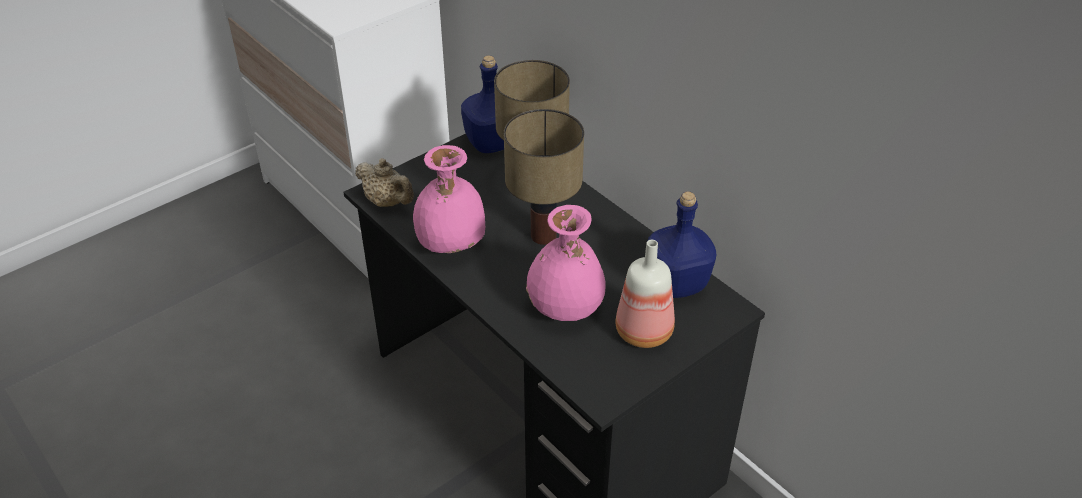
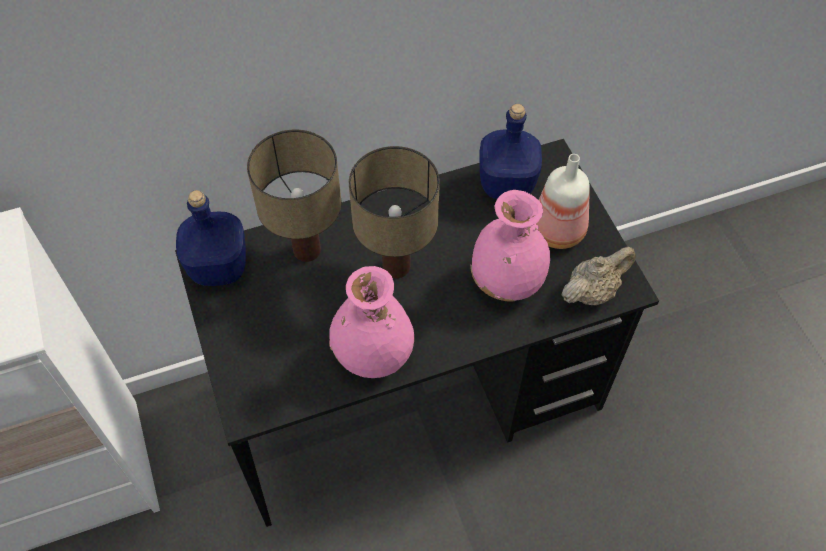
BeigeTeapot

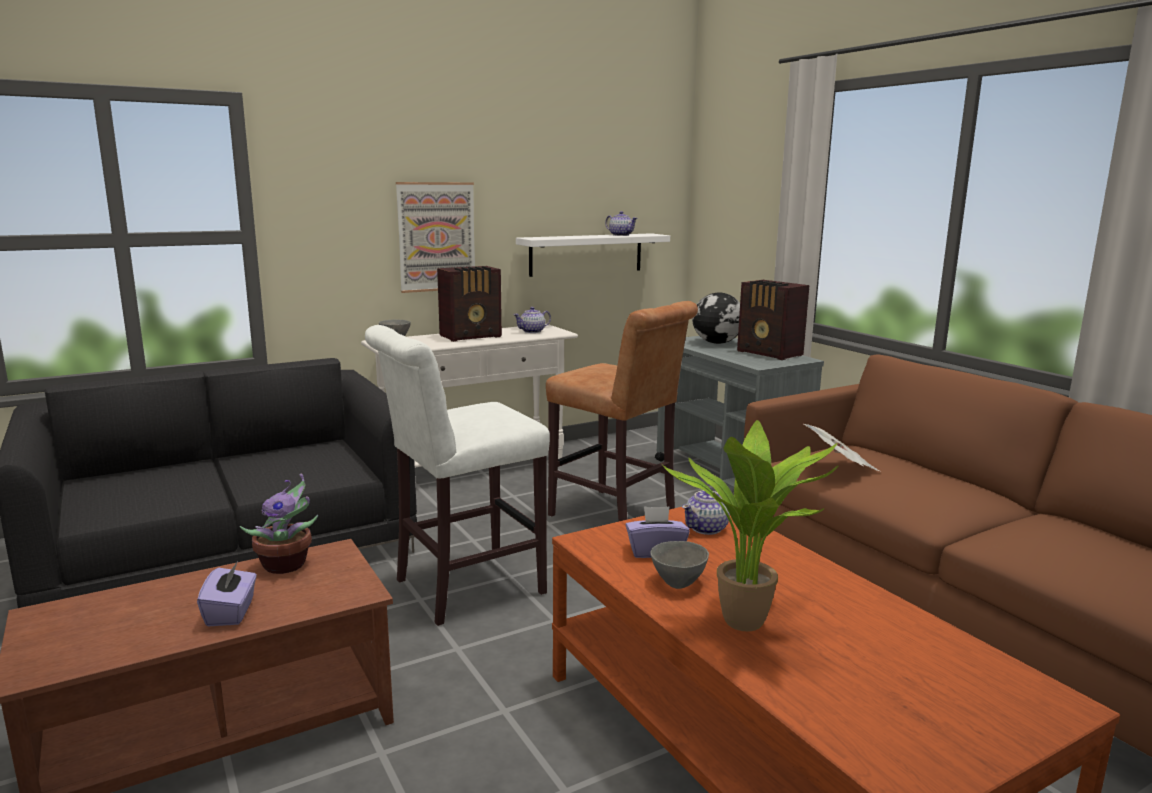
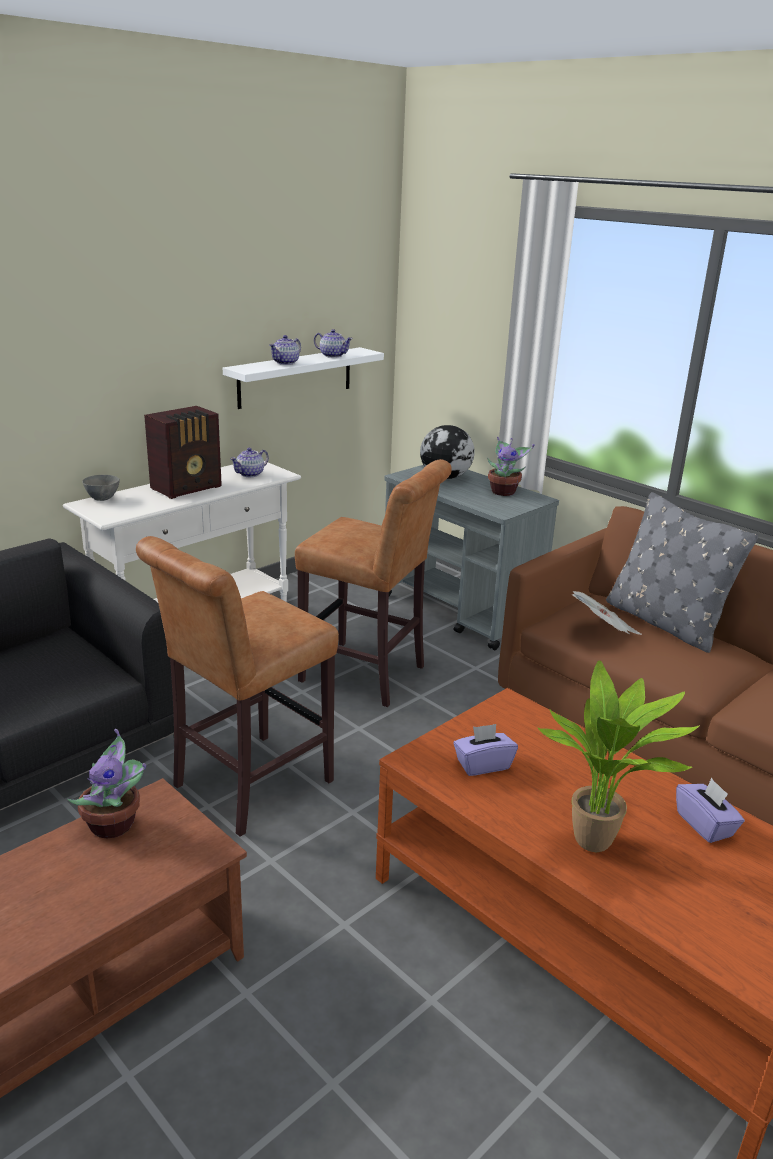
BrownStool (no. 1 from left)
Teapot (no. 2 from left)
PottedPlant (no. 2 from left)
GreyPillow
PurpleTissueBox (no. 2 from left)
Picture
GreyBowl (no. 2 from left in the first image)

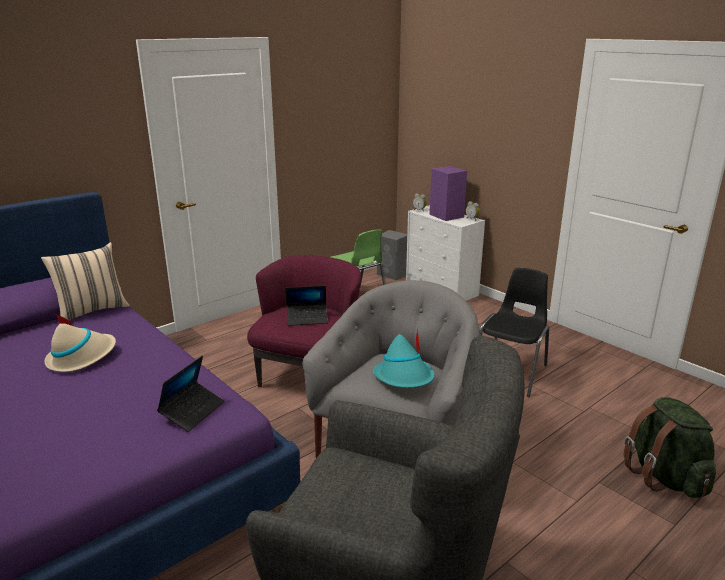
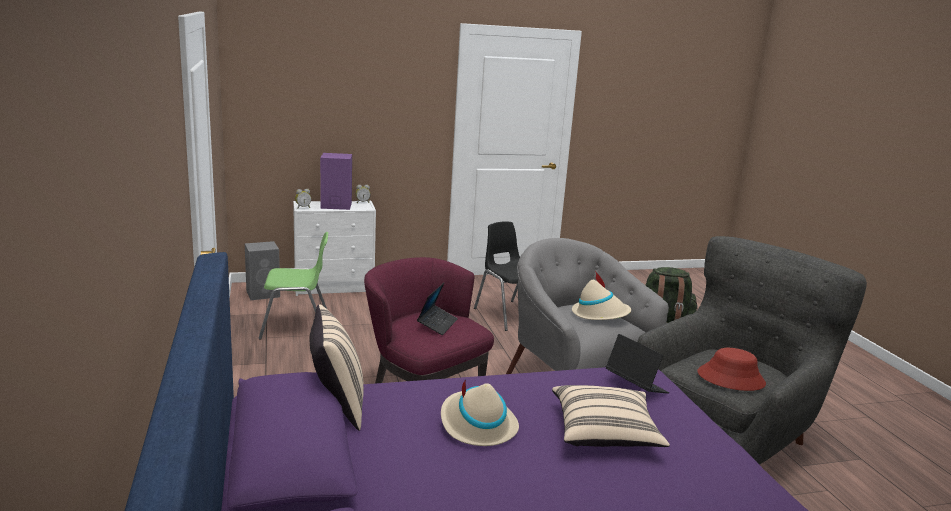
BeigePillow (no. 2 from left)
BeigeHat (no. 2 from left)
RedHat

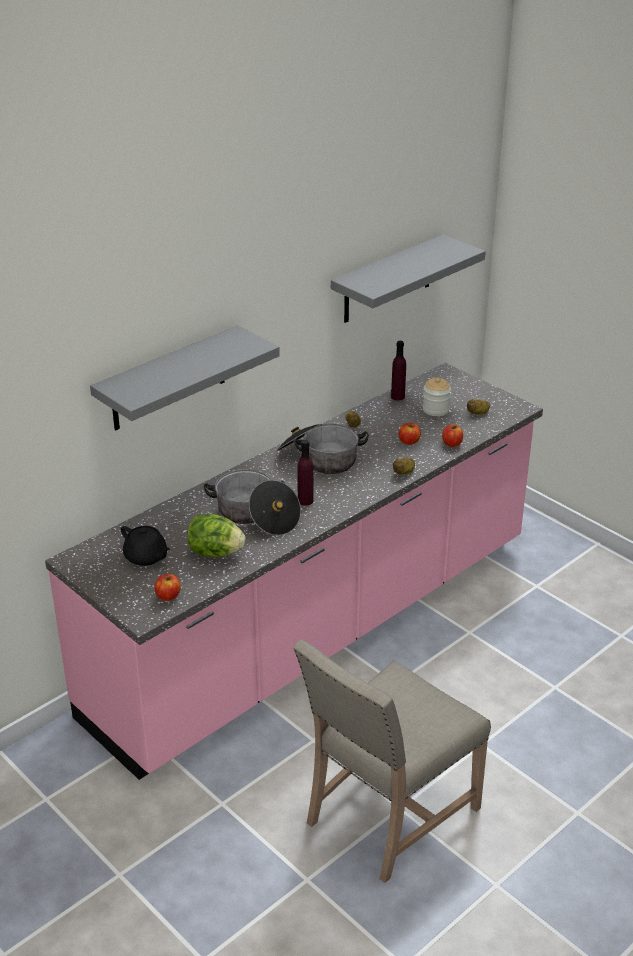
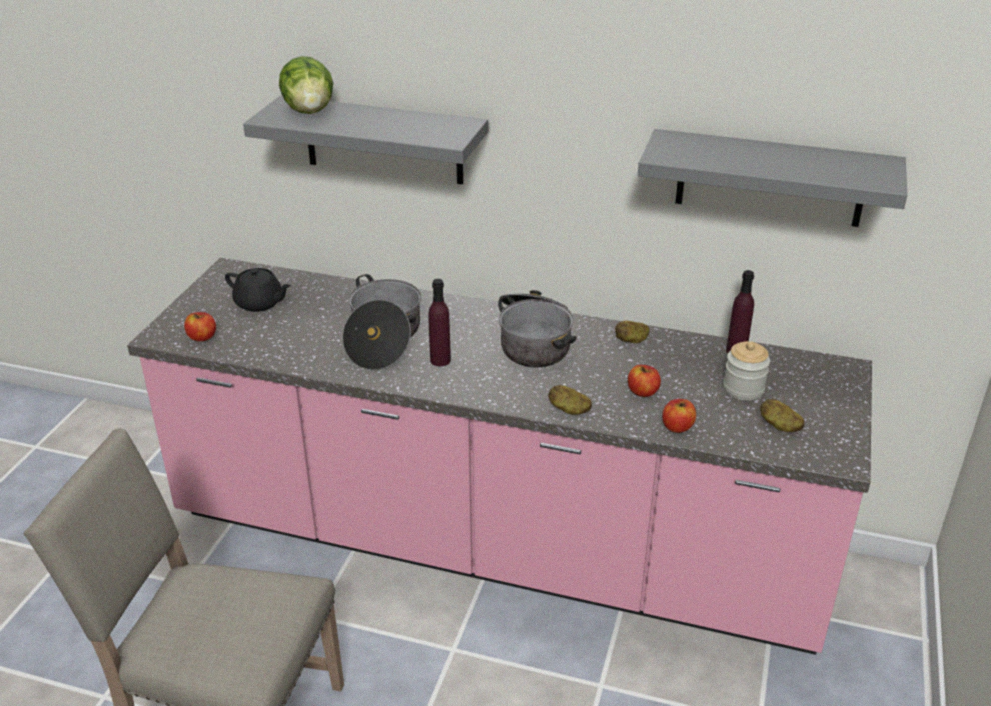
BlackTeapot
Lettuce

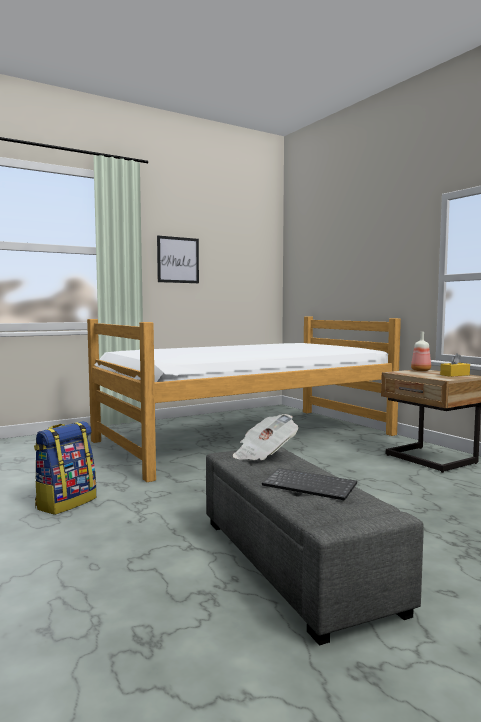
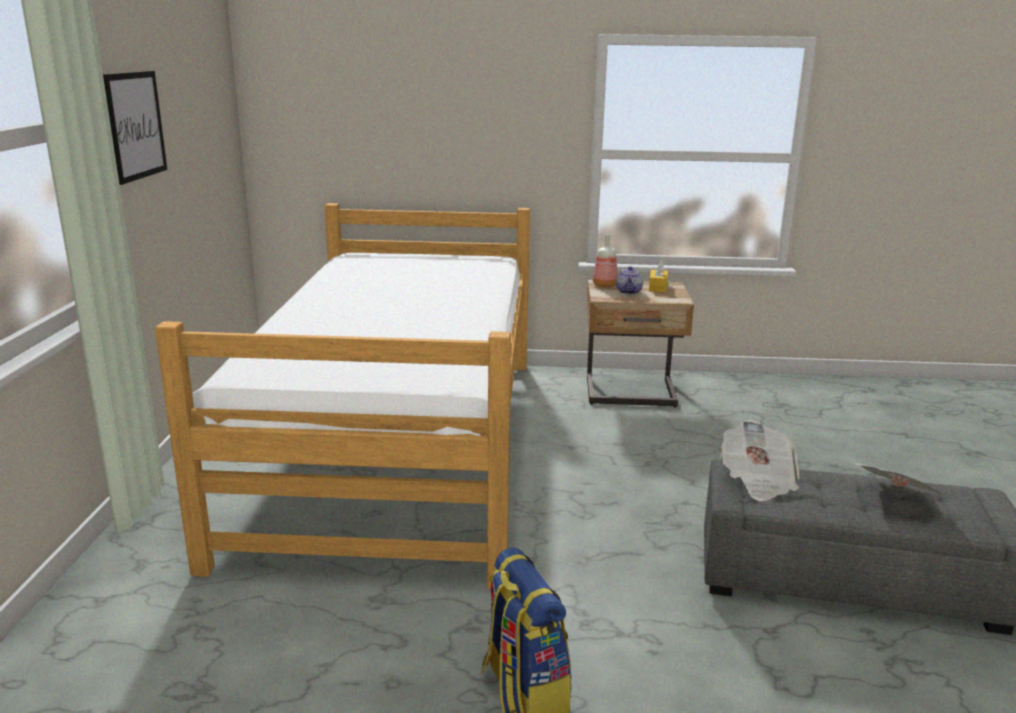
Teapot
Newspaper (no. 2 from left)

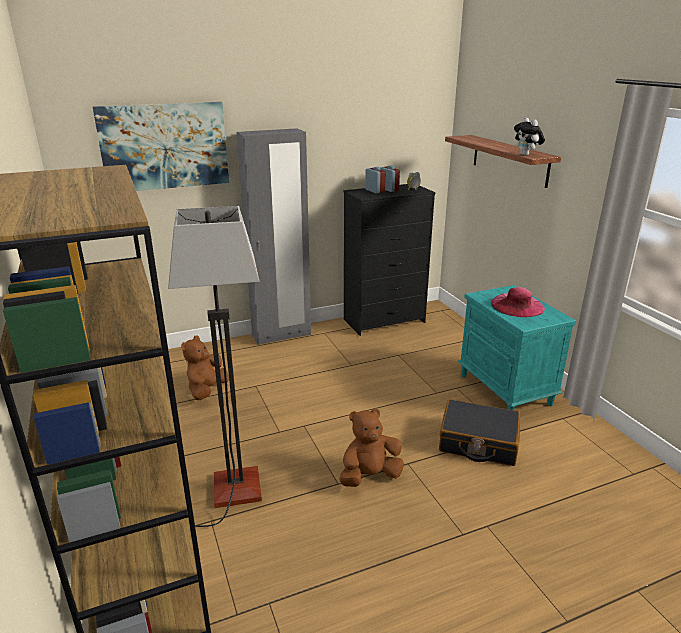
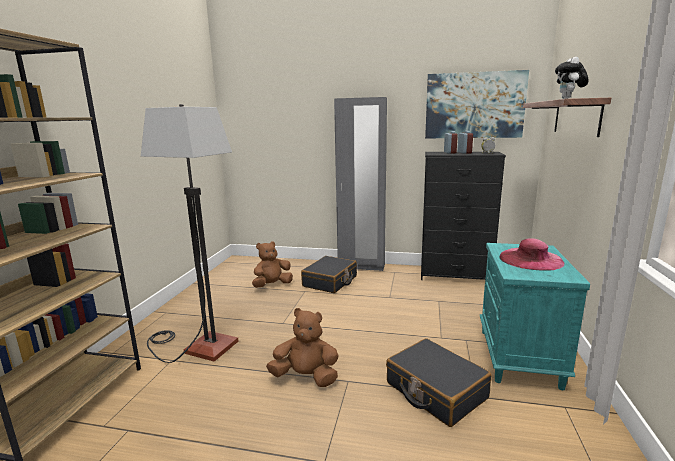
BlackSuitcase (no. 1 from left)
Picture

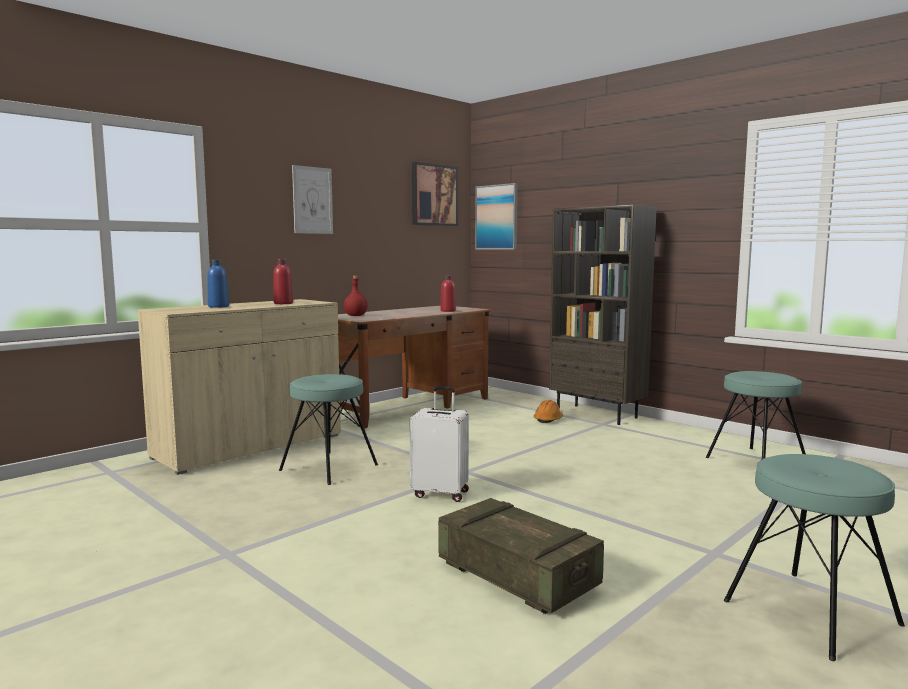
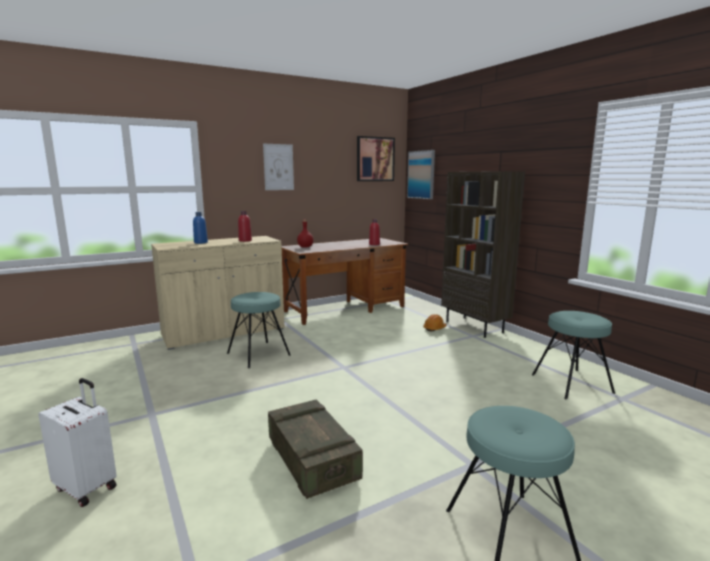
WhiteSuitcase

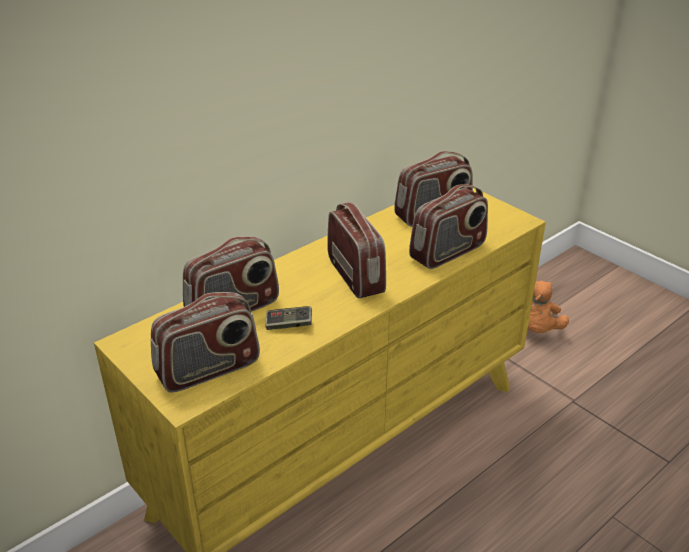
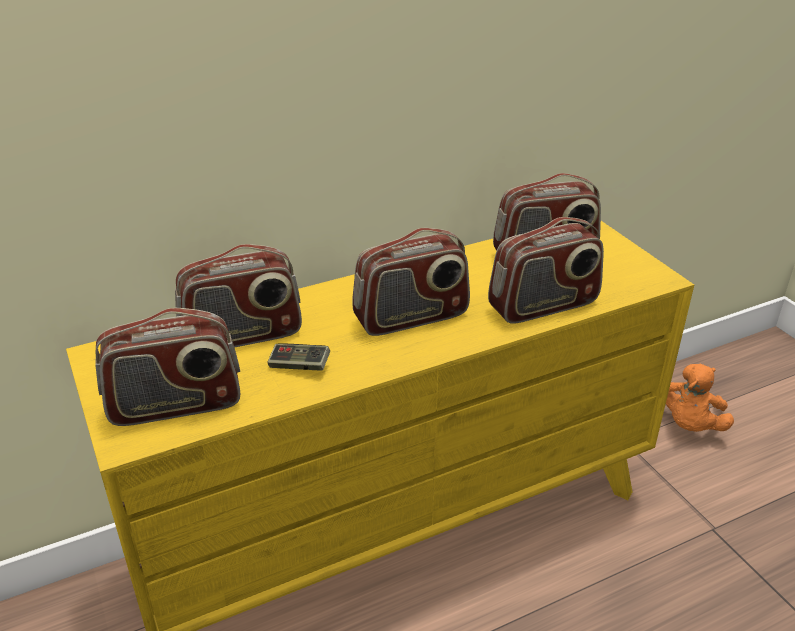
Radio (no. 3 from left)

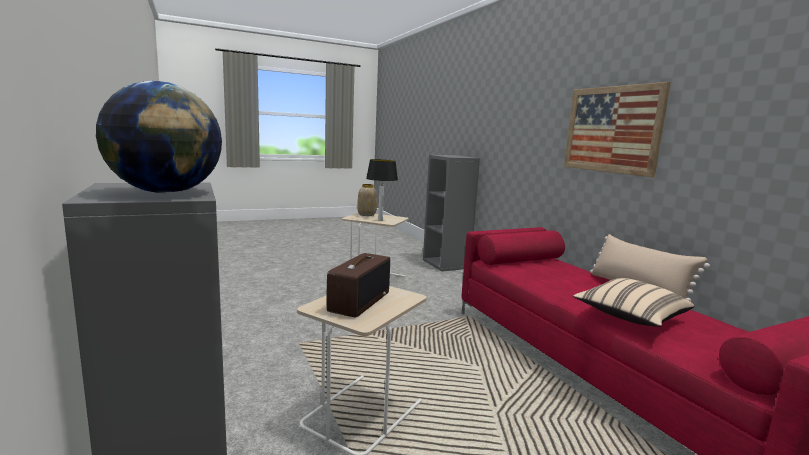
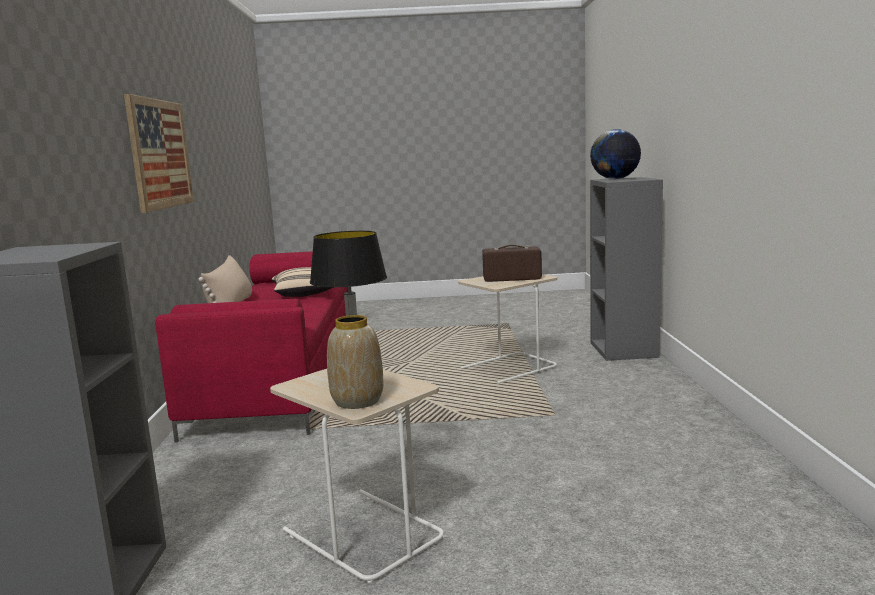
Radio

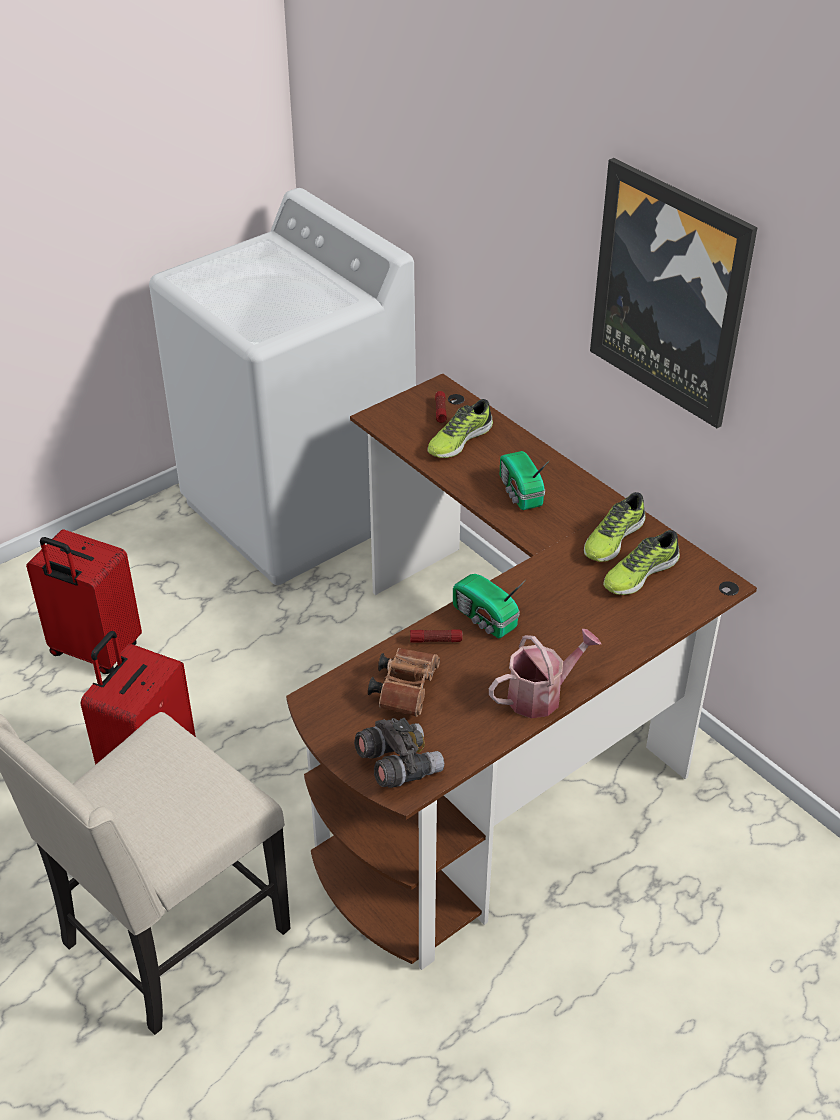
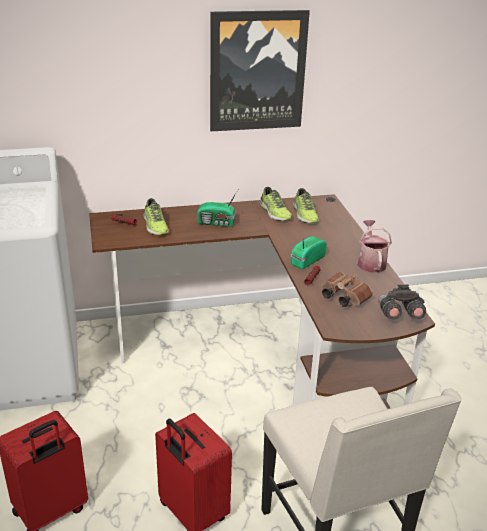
Radio (no. 2 from left)

